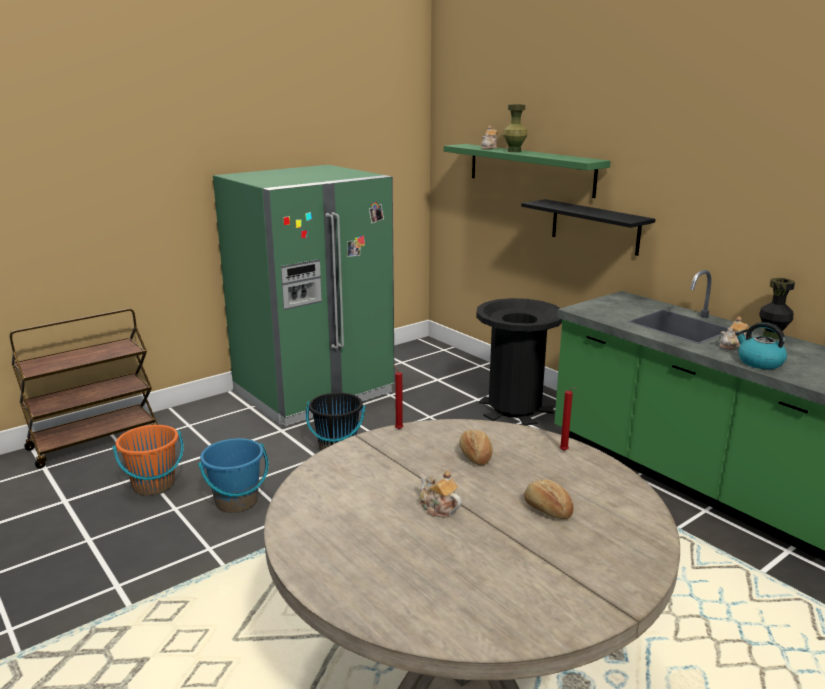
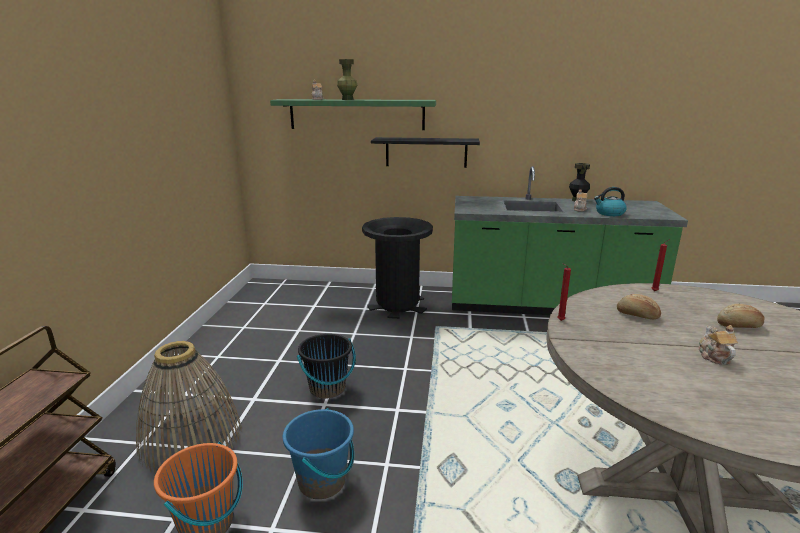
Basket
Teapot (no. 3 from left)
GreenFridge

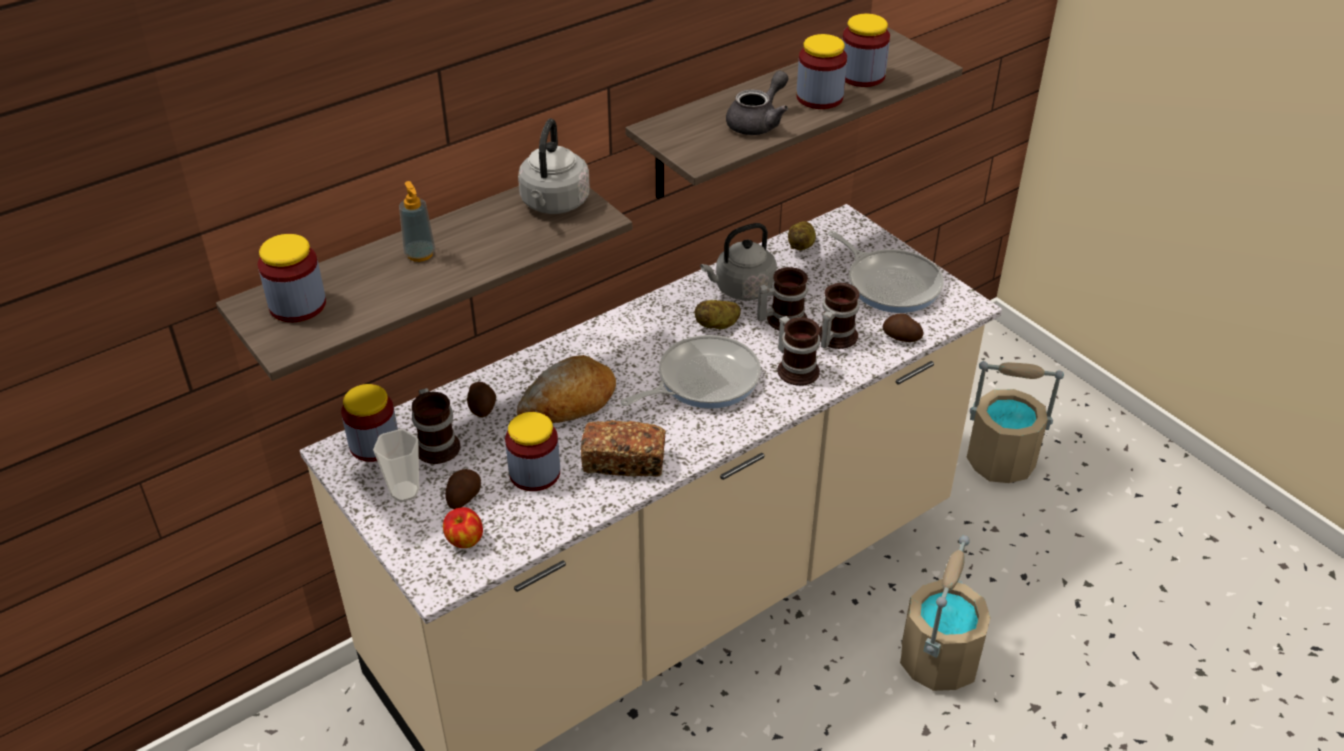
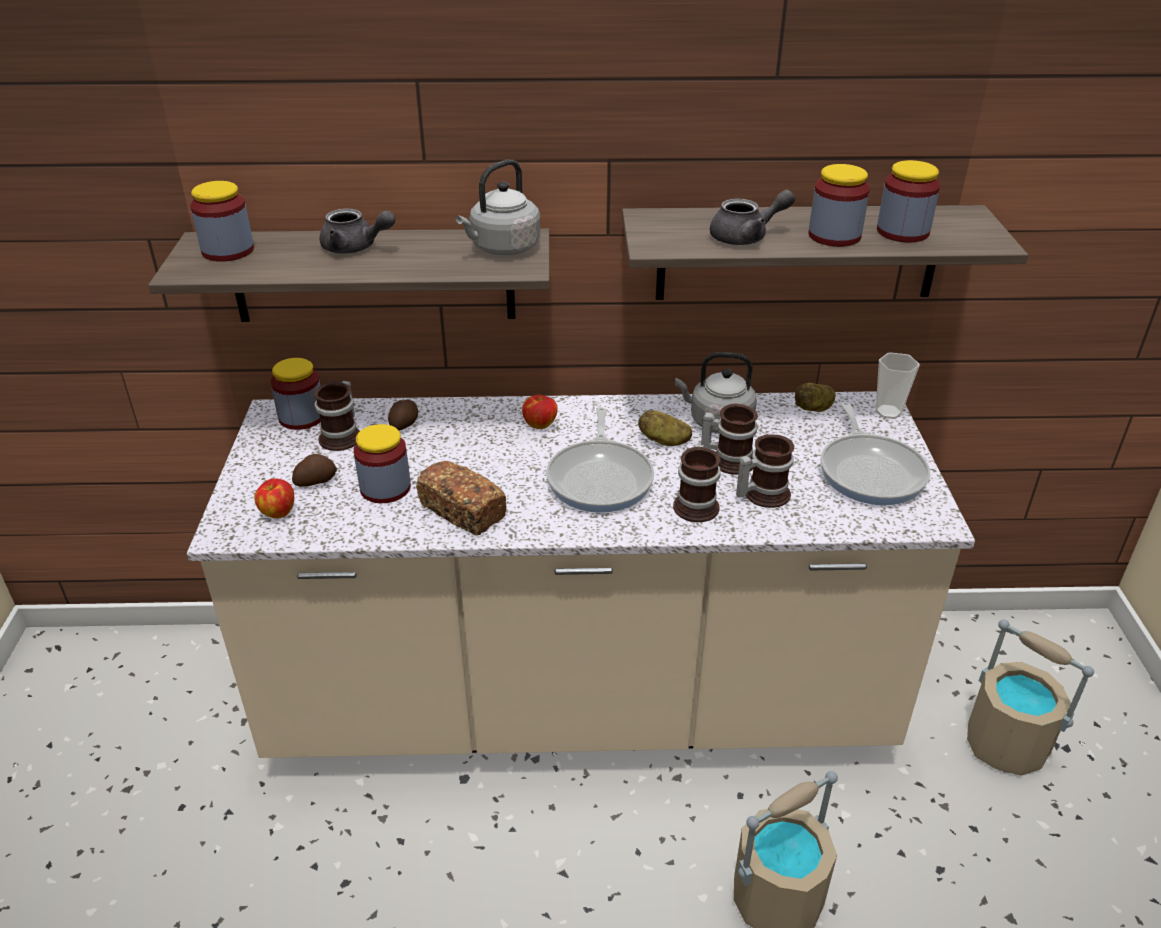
GreyTeapot (no. 1 from left)
Apple (no. 2 from left)
FryingPan (no. 1 from left)
Cup
Bread (no. 1 from left in the first image)
Potato (no. 5 from left in the first image)

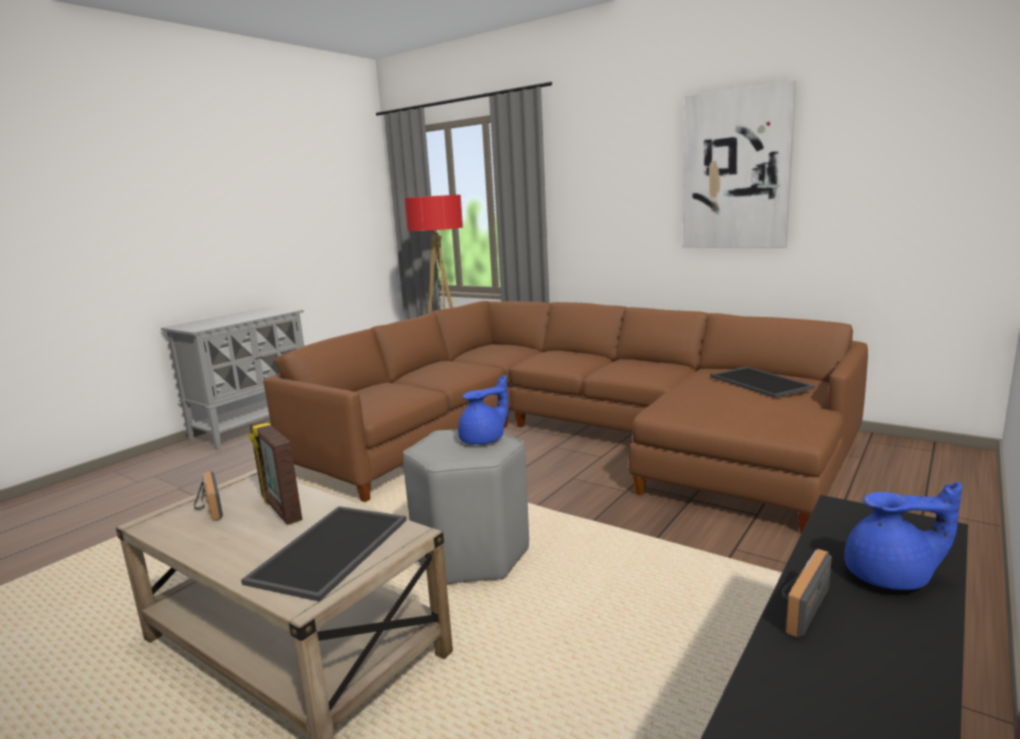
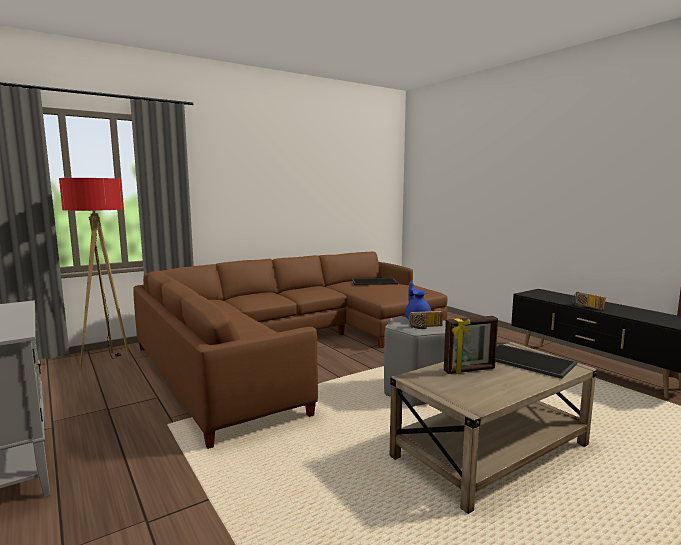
Radio (no. 1 from left)
Picture
BlueTeapot (no. 2 from left in the first image)

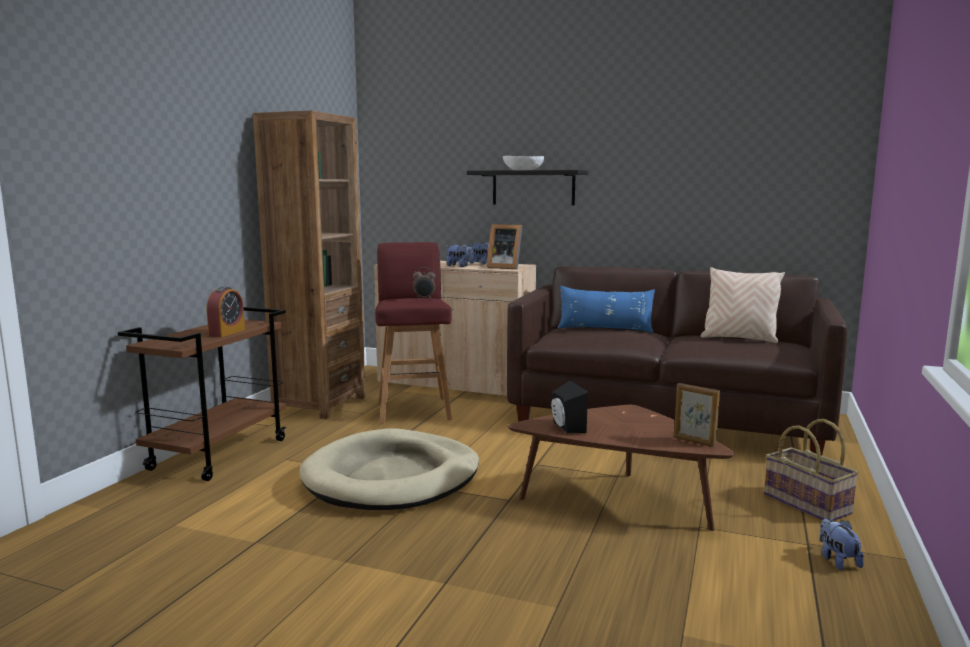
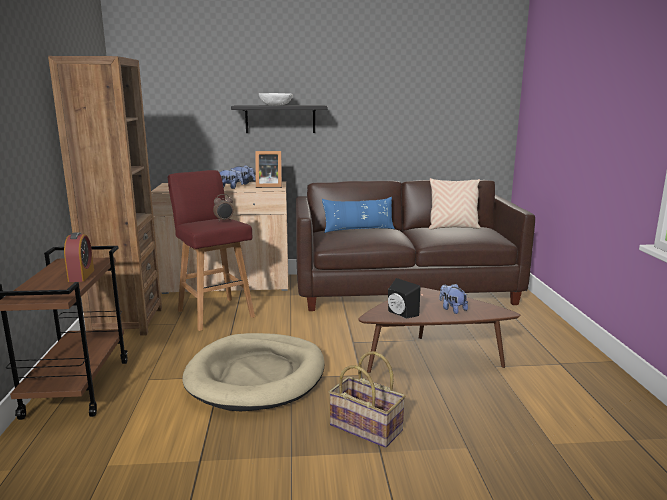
Basket
PlushToy (no. 3 from left)
PictureFrame (no. 2 from left in the first image)

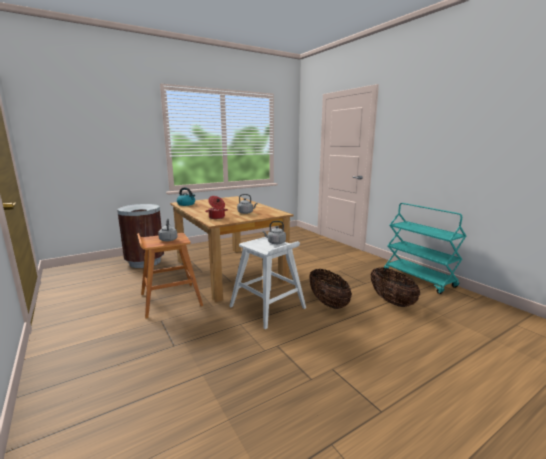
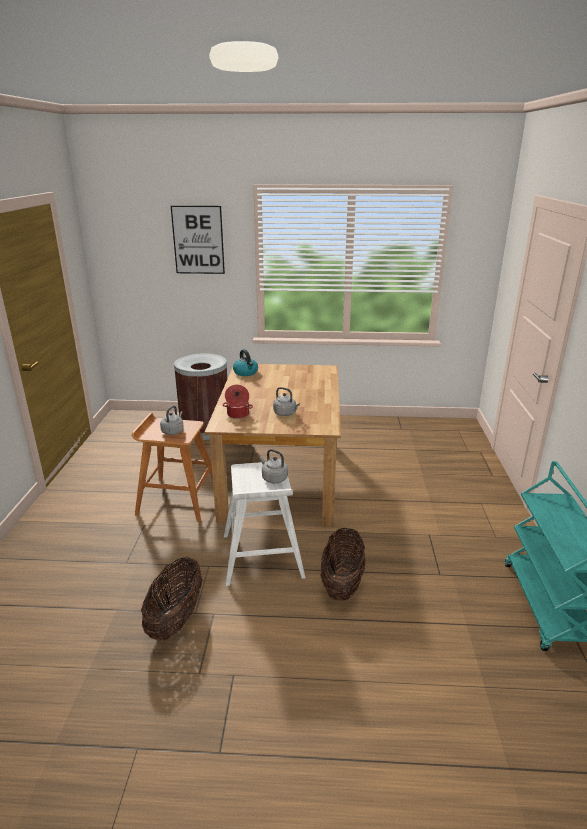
Basket (no. 1 from left)
Picture

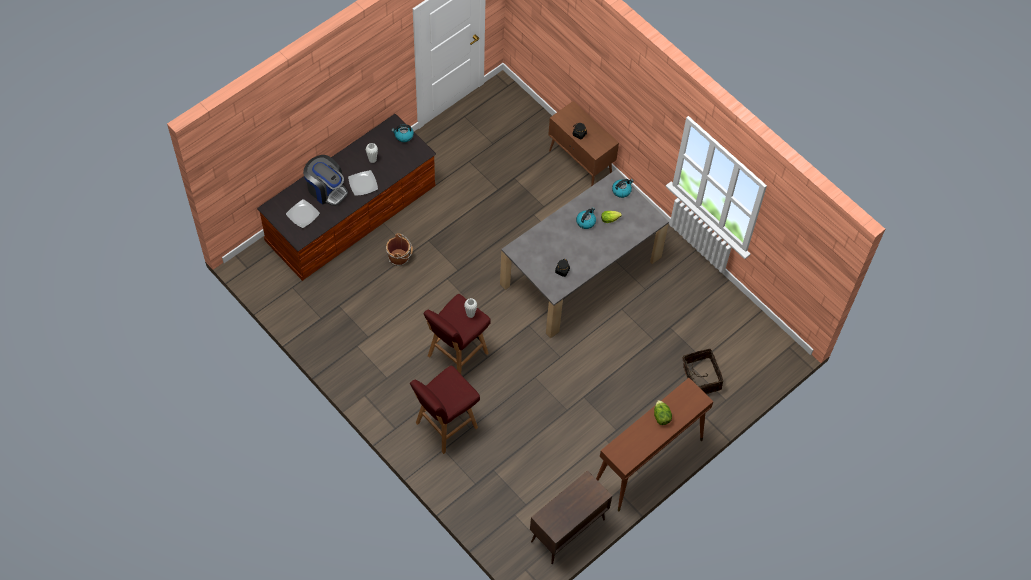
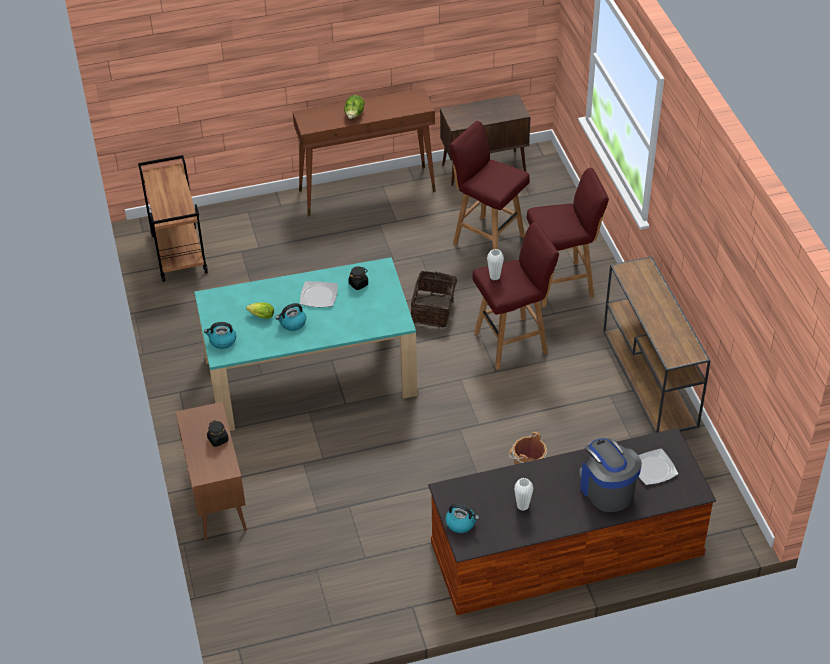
BrownCart
TurquoiseDiningTable
Plate (no. 1 from left)
Basket
RedStool (no. 1 from left)
BrownConsoleTable (no. 2 from left)

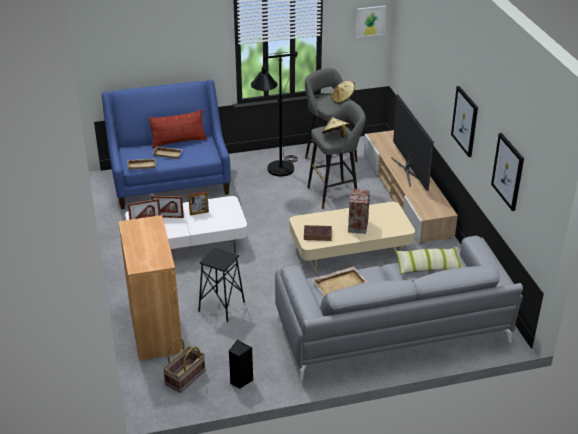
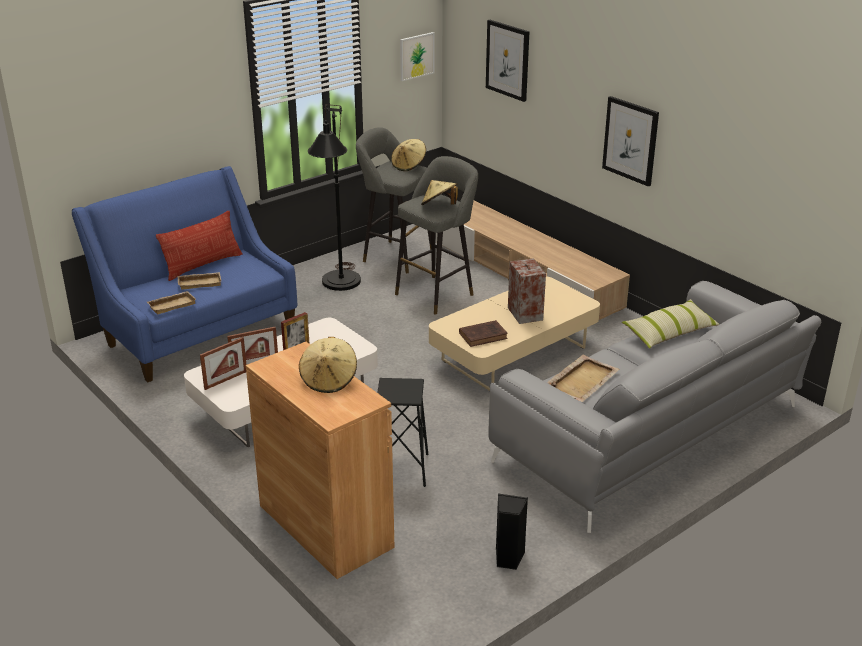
BeigeHat (no. 1 from left)
Picture (no. 2 from left)
Basket
Television

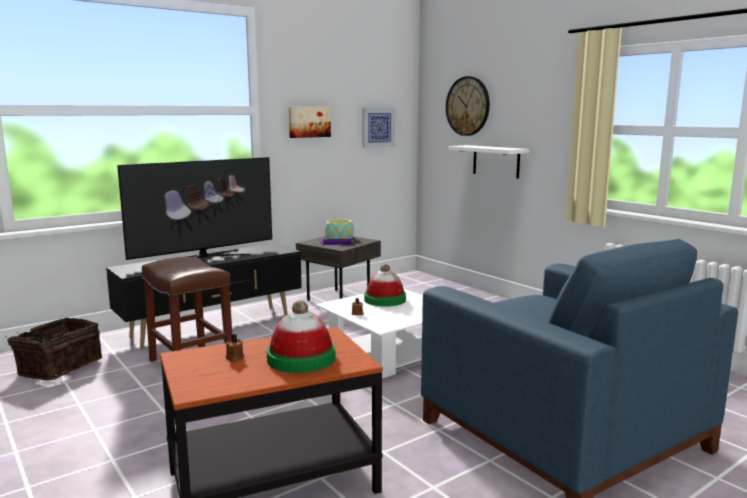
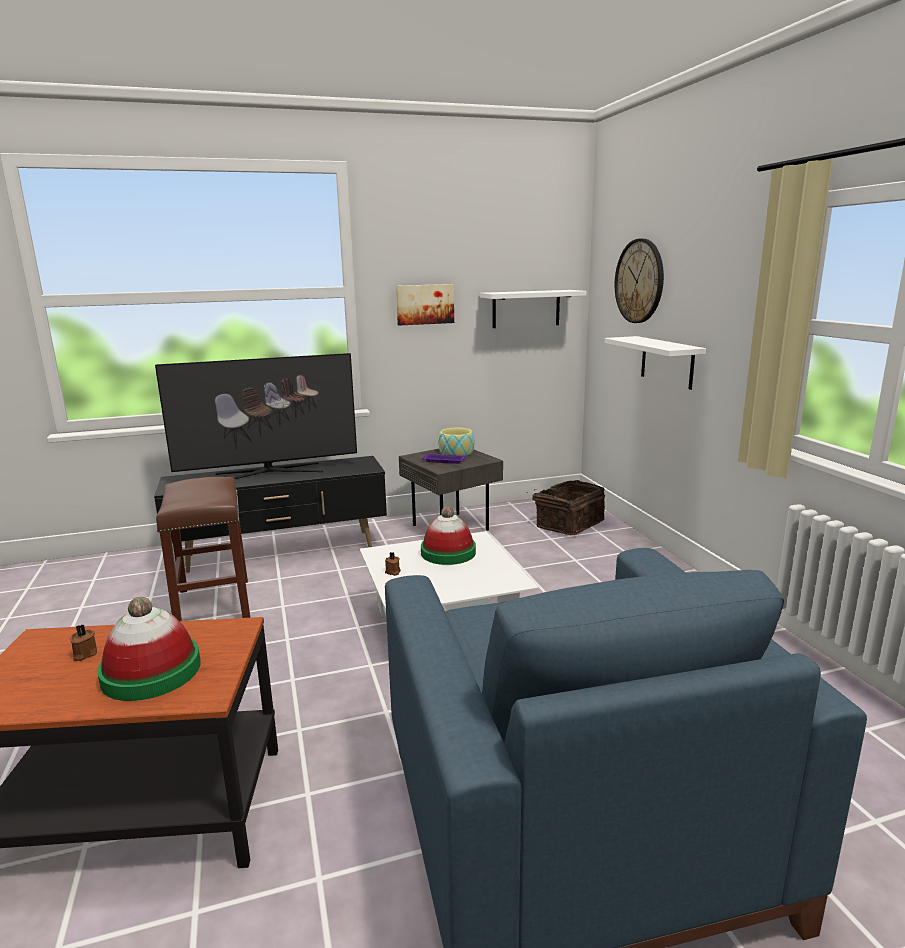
WhiteShelf (no. 1 from left)
Basket

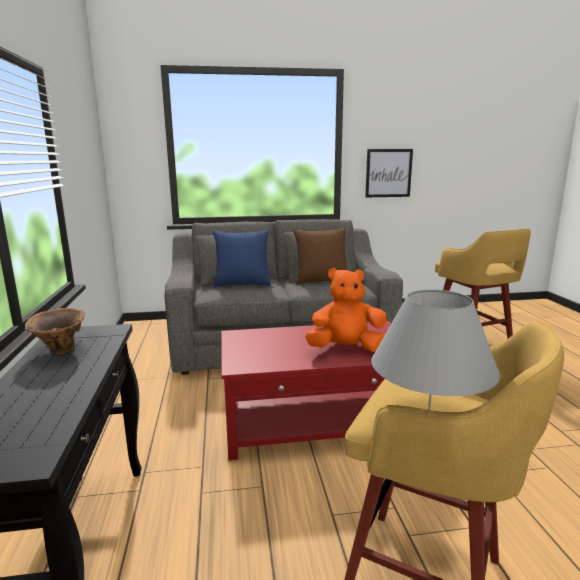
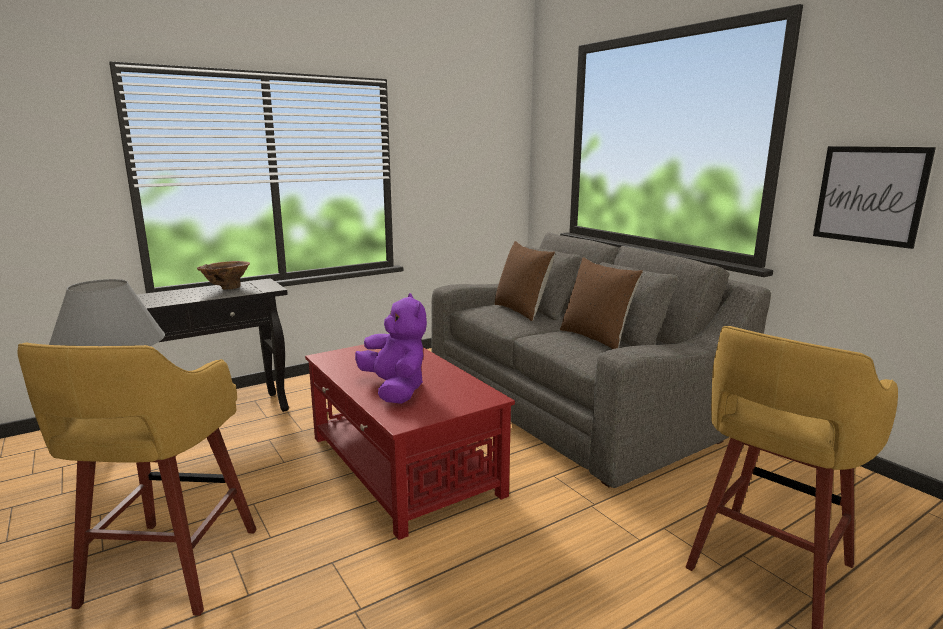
PurplePlushToy
BrownPillow (no. 1 from left)

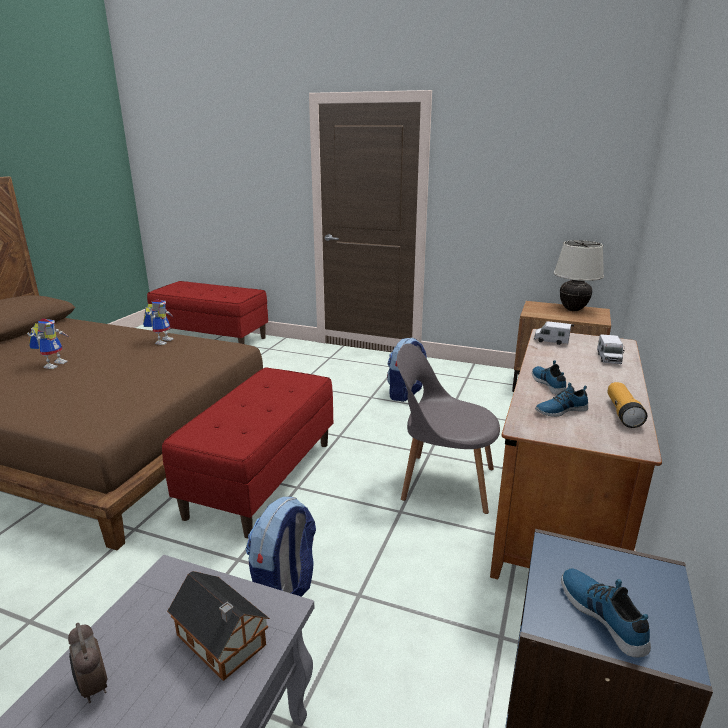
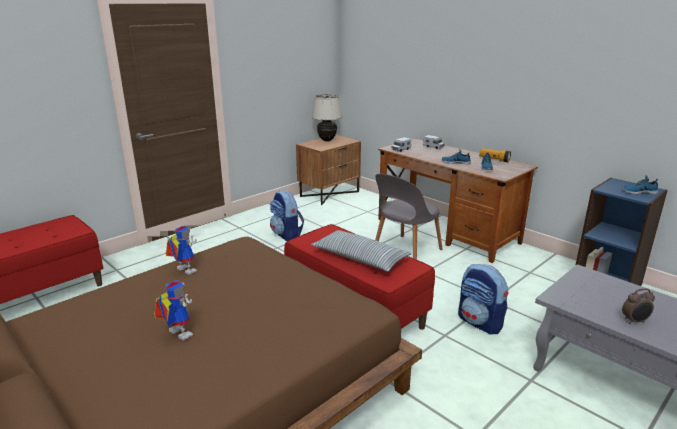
Pillow
ToyHouse

